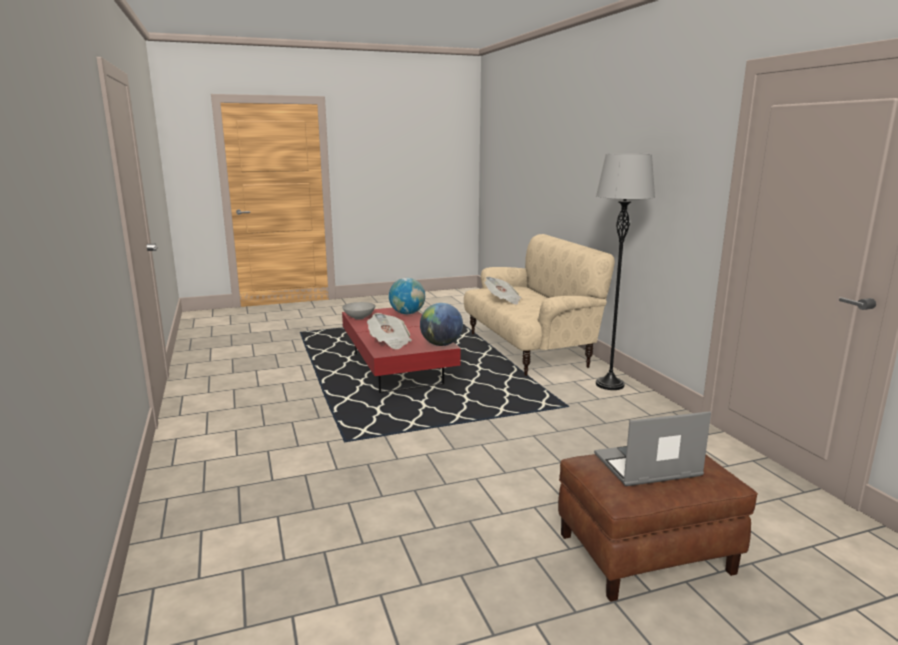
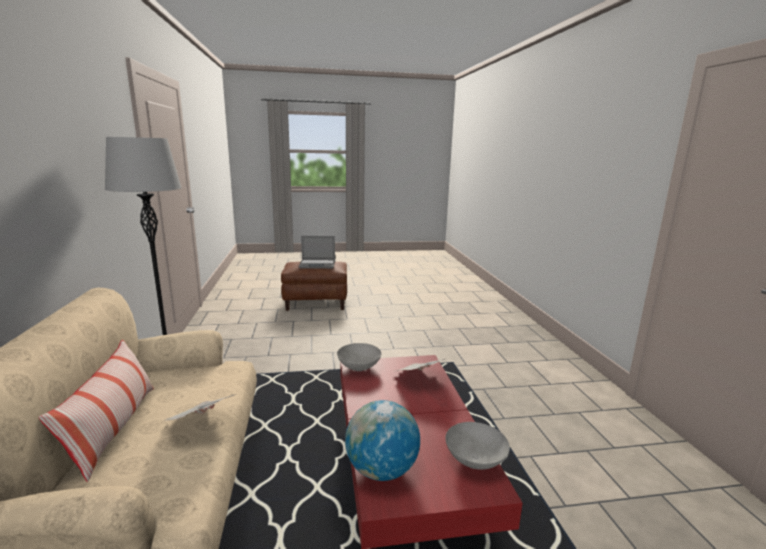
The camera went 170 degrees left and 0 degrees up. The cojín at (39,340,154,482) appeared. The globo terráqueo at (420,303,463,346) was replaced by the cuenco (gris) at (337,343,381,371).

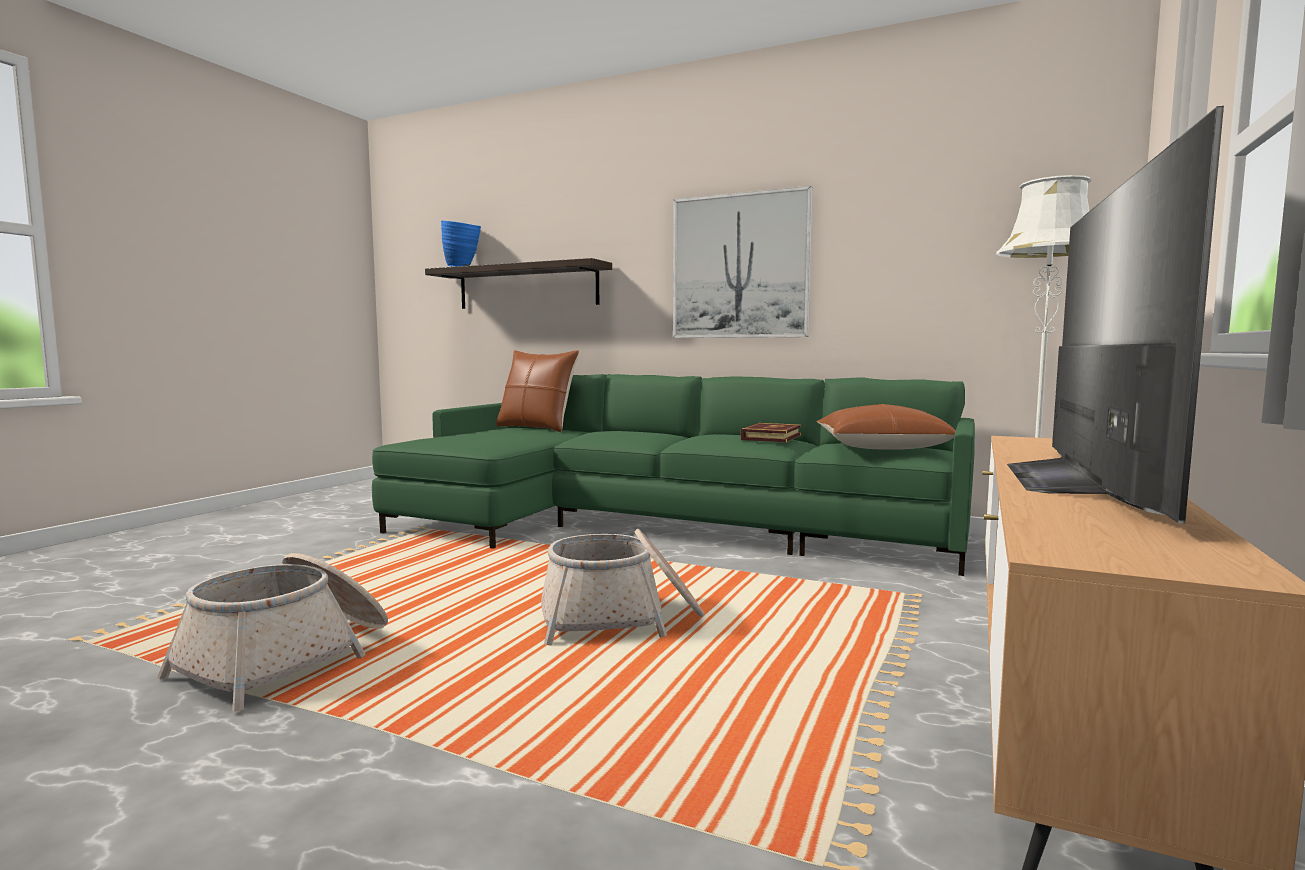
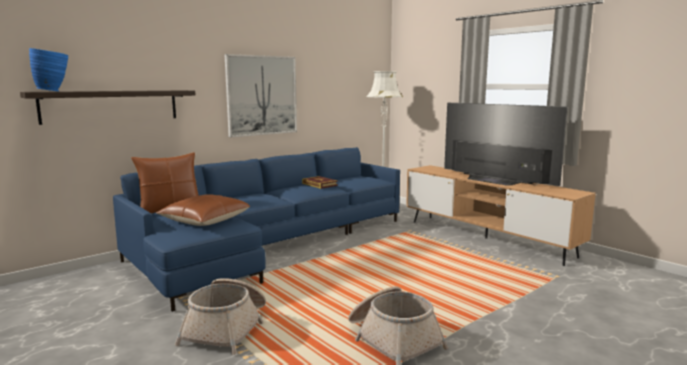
The camera went 65 degrees left and 5 degrees up. The sofá (verde) at (372,374,975,576) became the sofá (azul) at (113,147,400,312). The cojín (marrón) moved from (816,404,956,450) to (156,194,250,226). The cesta moved from (541,529,704,646) to (175,278,266,355).

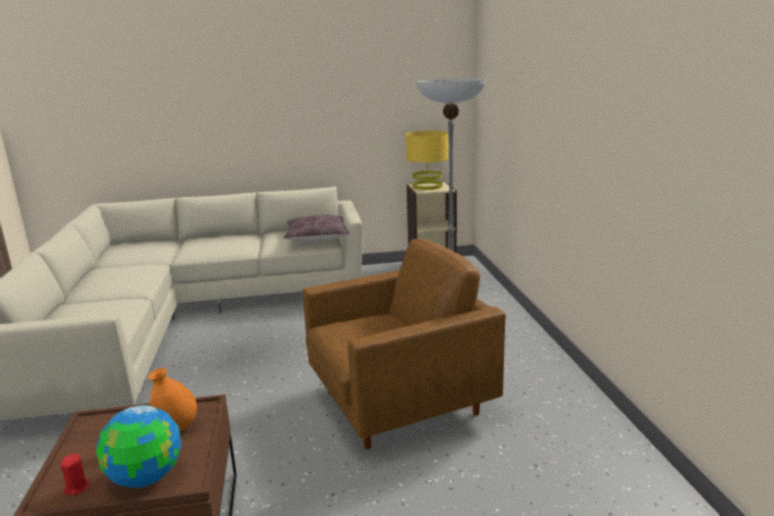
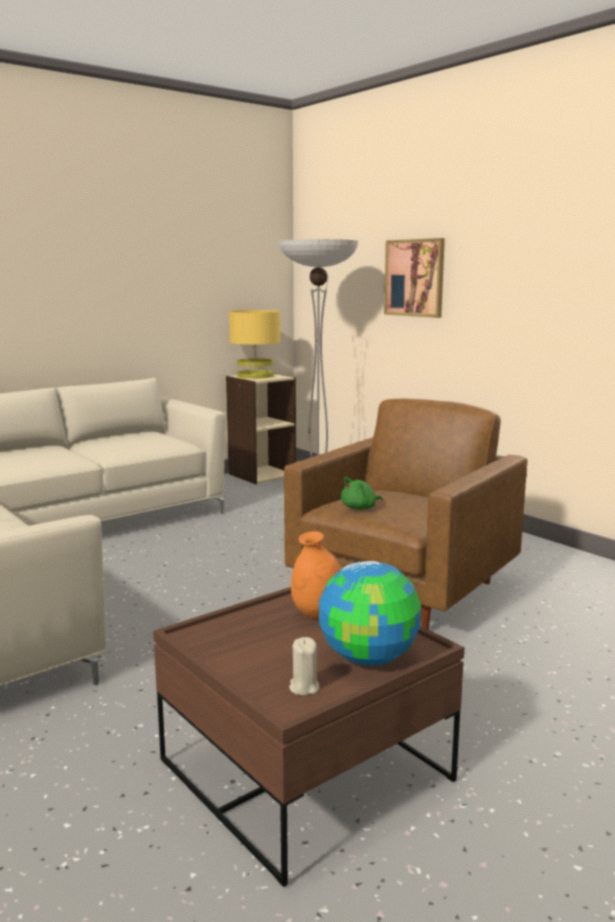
The camera went 30 degrees left and 5 degrees down. The vela (rojo) at (60,454,89,496) became the vela (beis) at (289,637,319,696). The peluche (verde) at (341,477,383,510) appeared. The cuadro at (384,238,445,318) appeared. The cojín (marrón) at (283,215,350,242) disappeared.

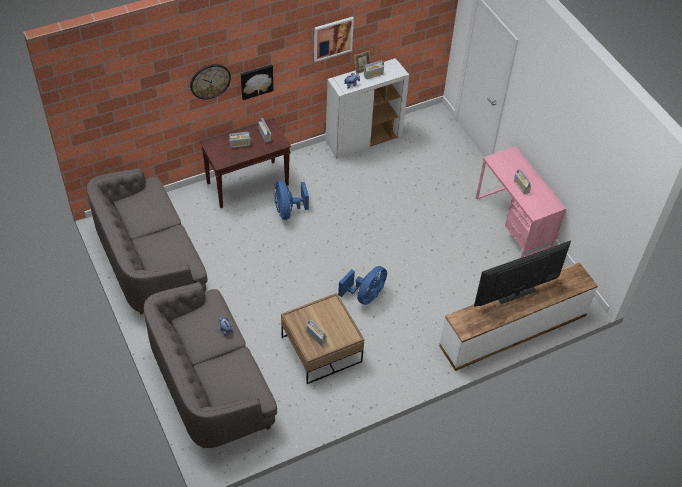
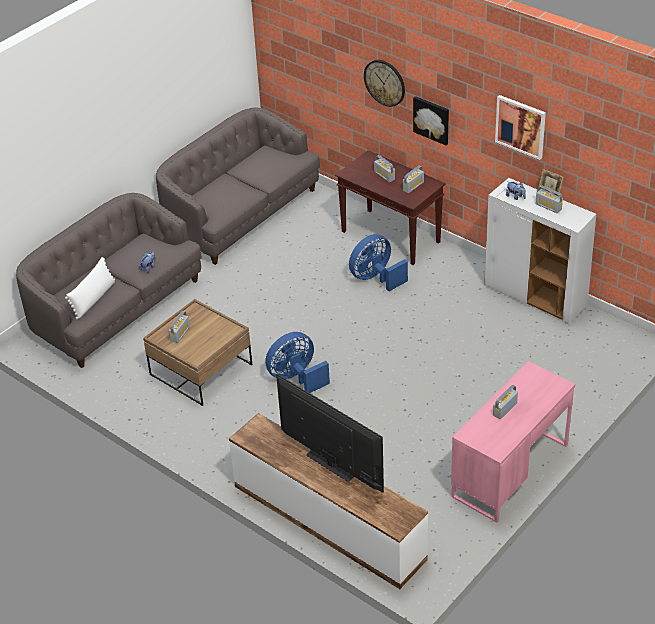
The camera went 70 degrees right and 10 degrees down. The cojín (blanco) at (65,257,115,319) appeared. The ventilador (azul) at (338,266,387,305) turned 135 degrees clockwise.

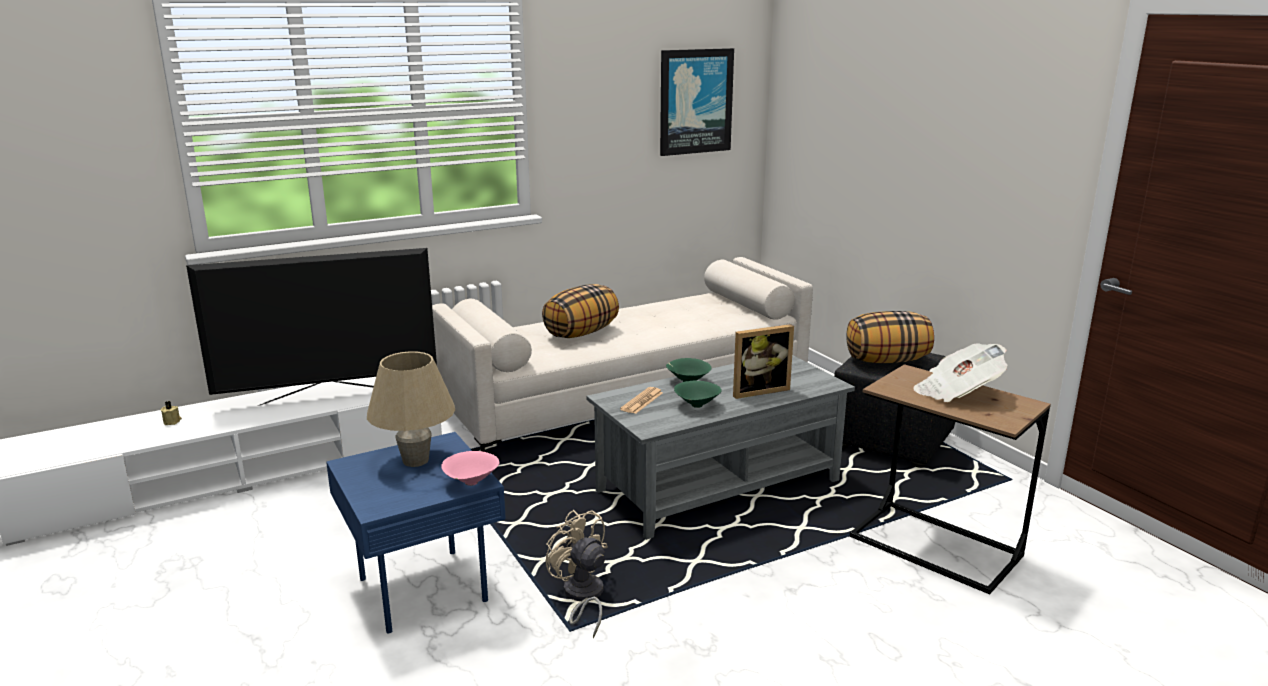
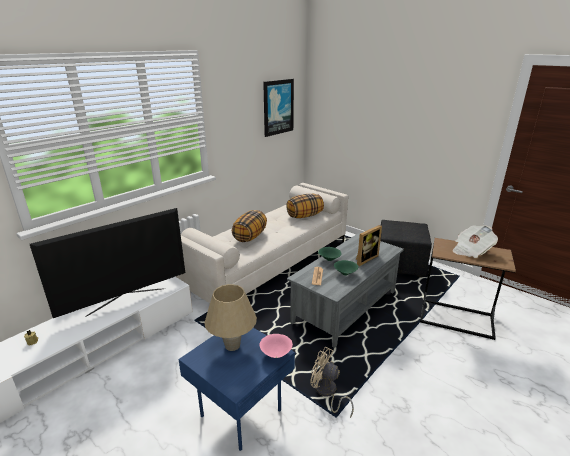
The camera went 20 degrees left and 5 degrees up. The cojín moved from (846,311,934,363) to (286,194,324,218).

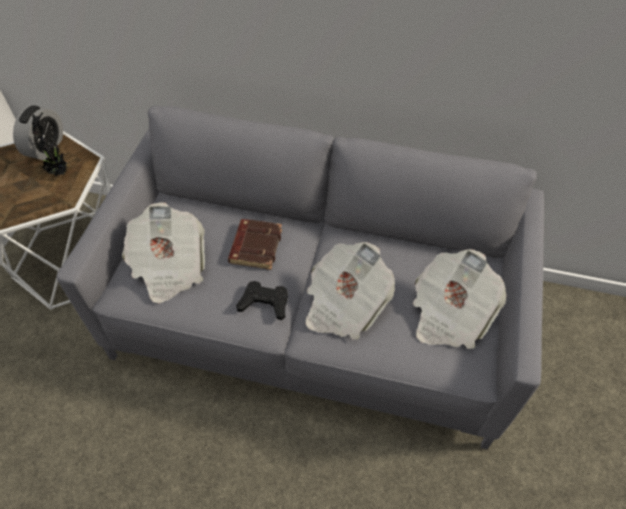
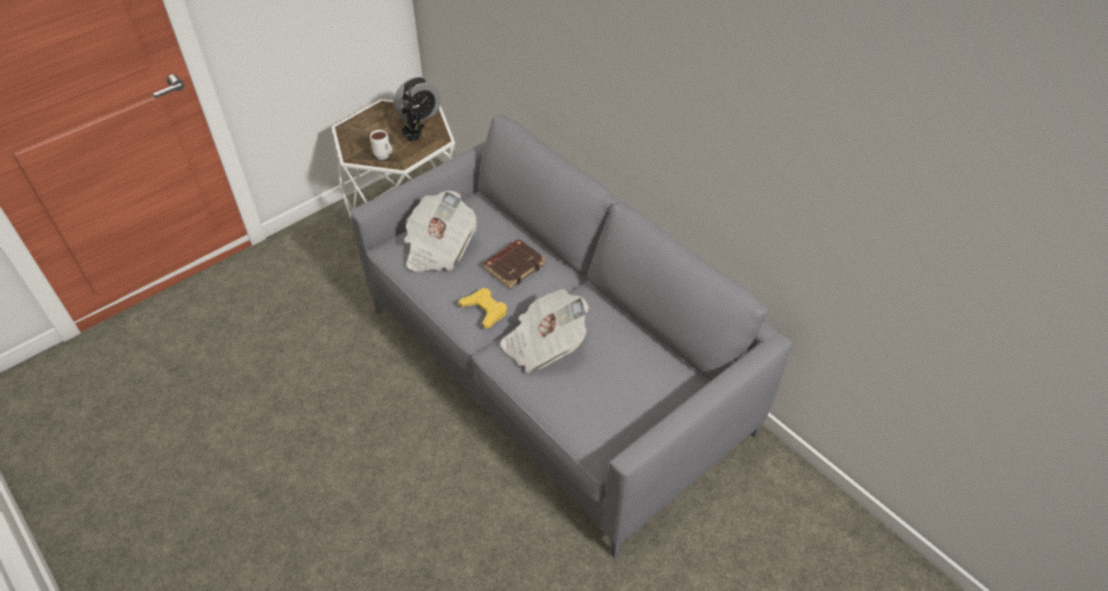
The camera went 35 degrees right and 5 degrees down. The taza grande (blanco) at (370,130,392,160) appeared. The mando de consola (negro) at (236,281,288,321) became the mando de consola (amarillo) at (458,288,507,328). The periódico at (413,249,506,349) disappeared.

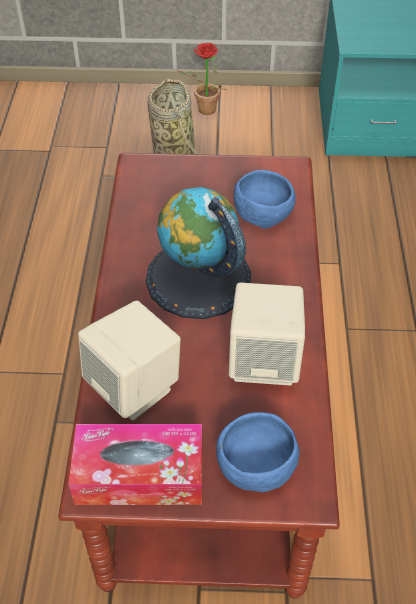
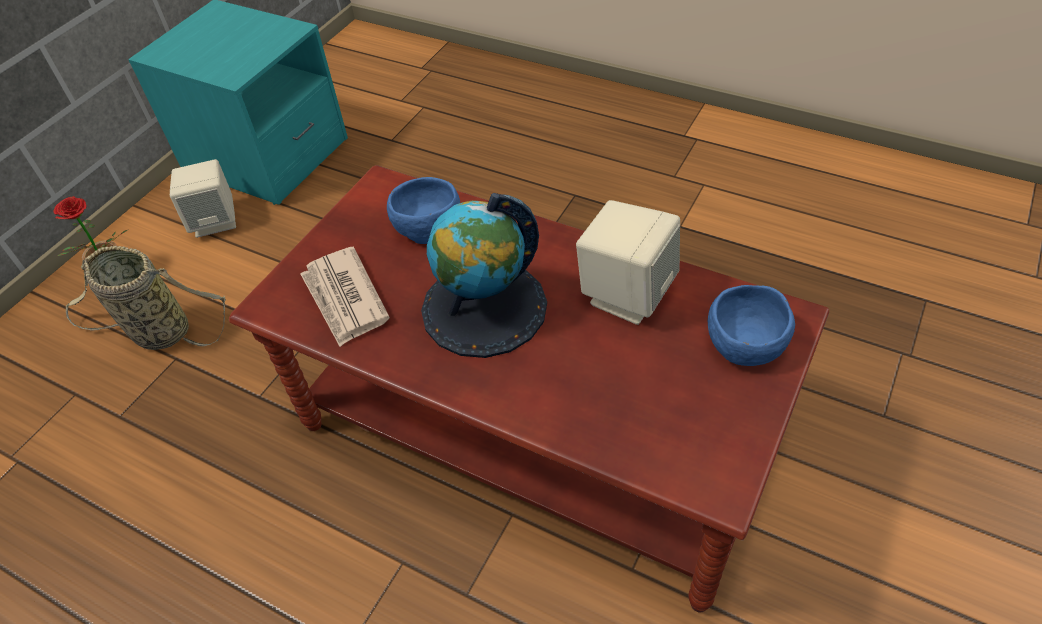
The camera went 60 degrees left and 0 degrees up. The altavoz (beis) moved from (78,300,181,421) to (170,159,236,238). The periódico at (300,247,390,347) appeared. The caja de pañuelos at (69,424,202,505) disappeared.

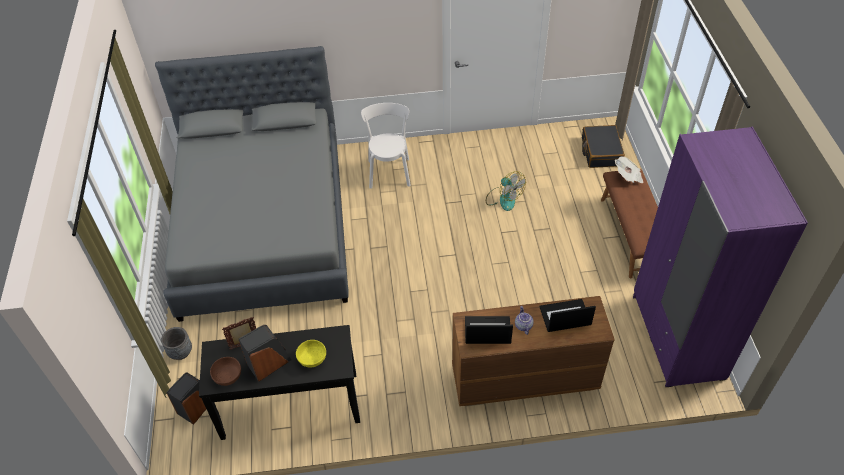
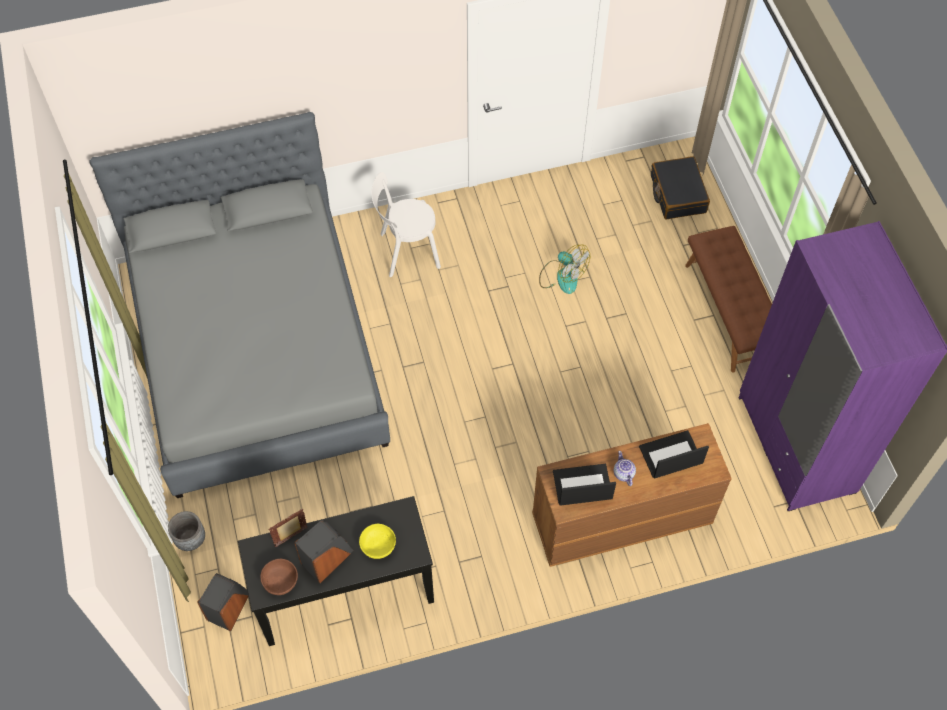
The camera went 10 degrees left and 10 degrees up. The silla (blanco) at (361,103,411,189) turned 90 degrees counterclockwise. The periódico at (615,157,644,183) disappeared.

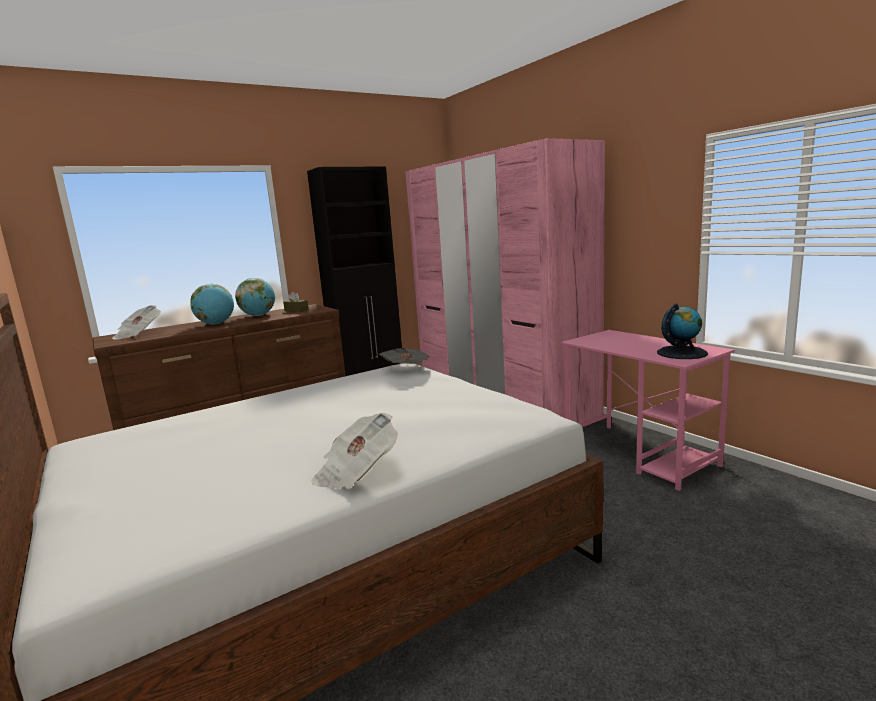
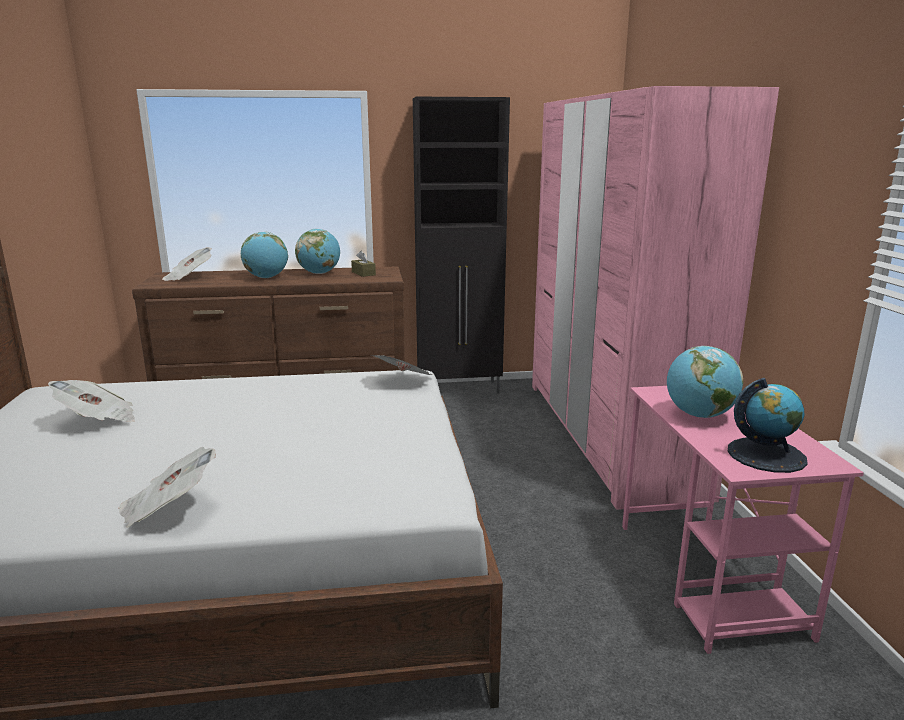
The camera went 25 degrees right and 5 degrees up. The periódico at (48,380,135,422) appeared. The globo terráqueo at (667,346,743,418) appeared.

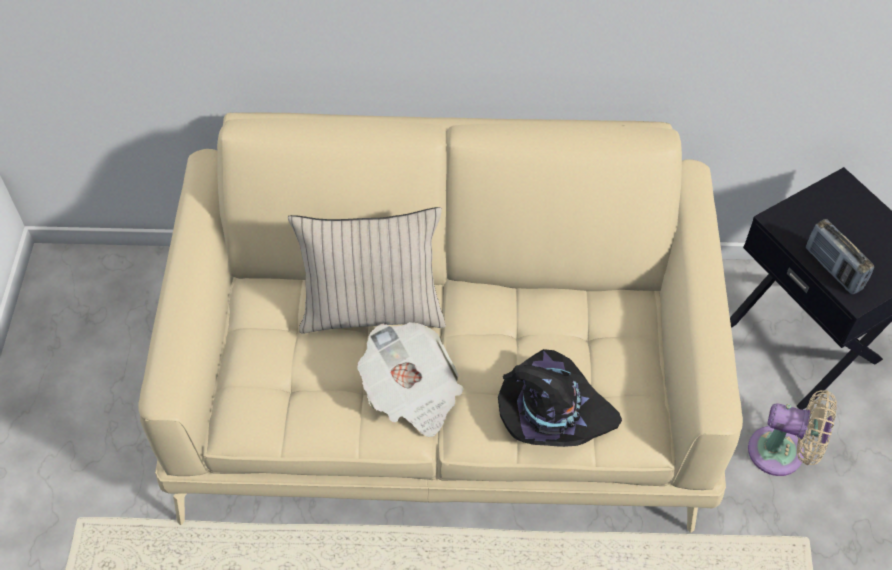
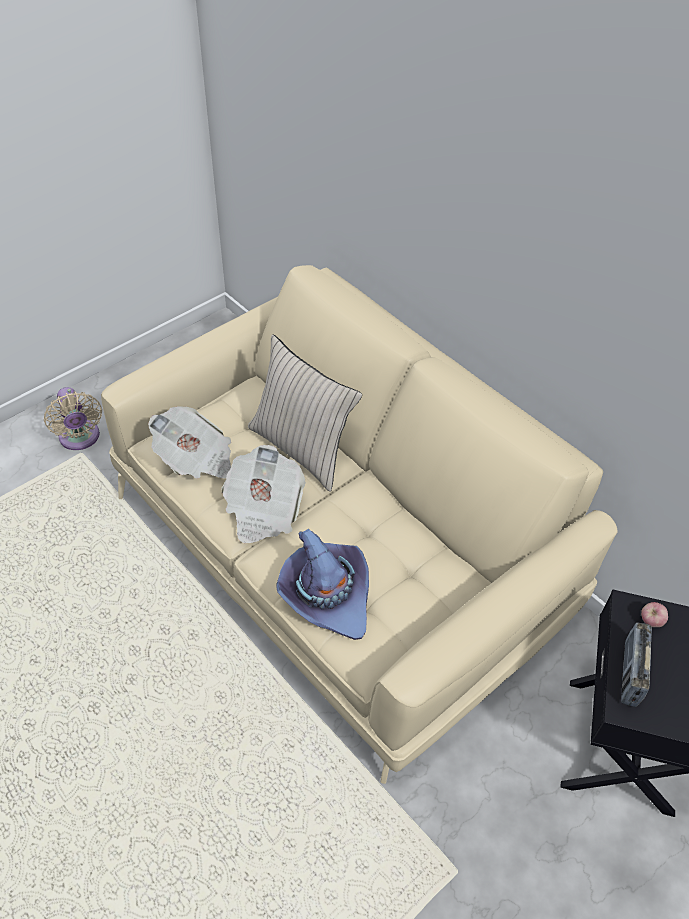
The camera went 45 degrees right and 5 degrees down. The ventilador (beis) moved from (748,390,837,476) to (44,387,102,450). The periódico at (148,406,231,479) appeared. The sombrero (negro) at (498,349,622,447) became the sombrero (morado) at (277,529,369,640). The manzana at (641,602,668,627) appeared.

